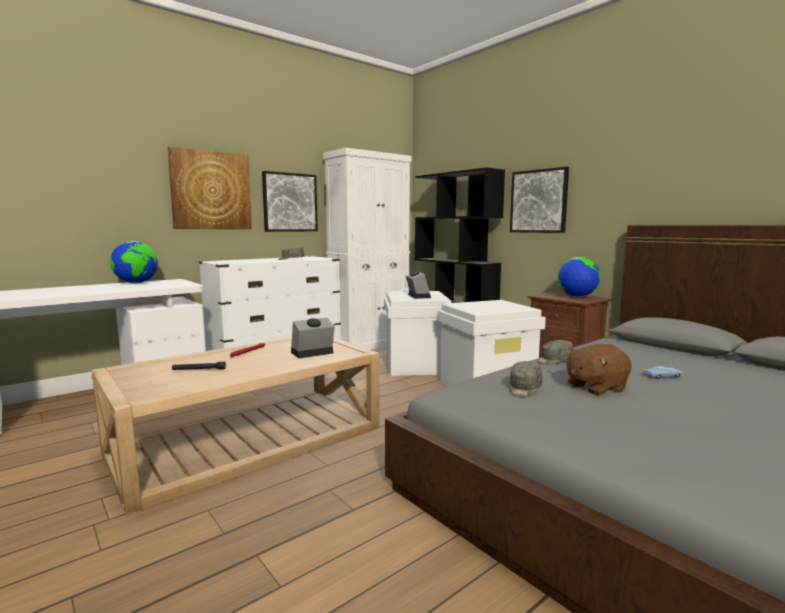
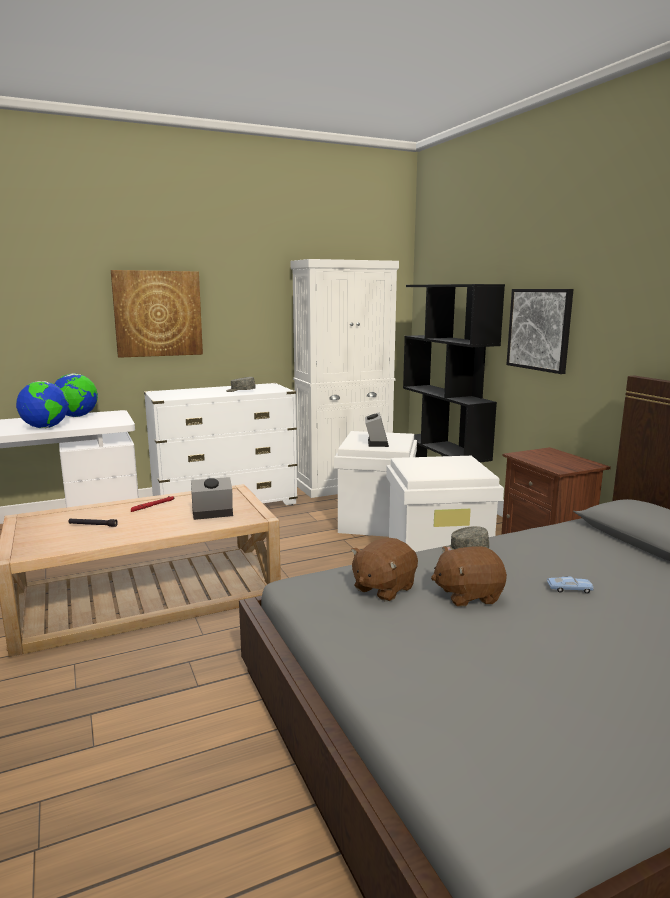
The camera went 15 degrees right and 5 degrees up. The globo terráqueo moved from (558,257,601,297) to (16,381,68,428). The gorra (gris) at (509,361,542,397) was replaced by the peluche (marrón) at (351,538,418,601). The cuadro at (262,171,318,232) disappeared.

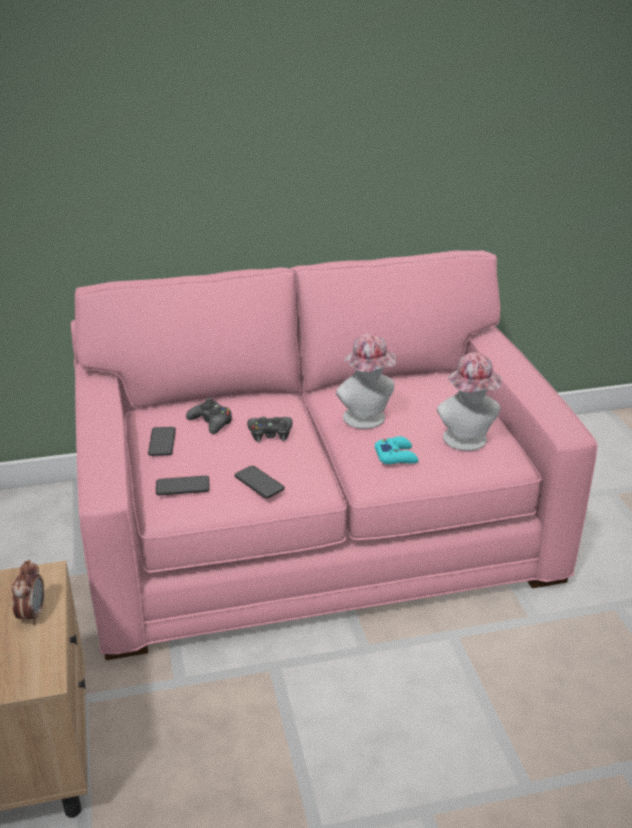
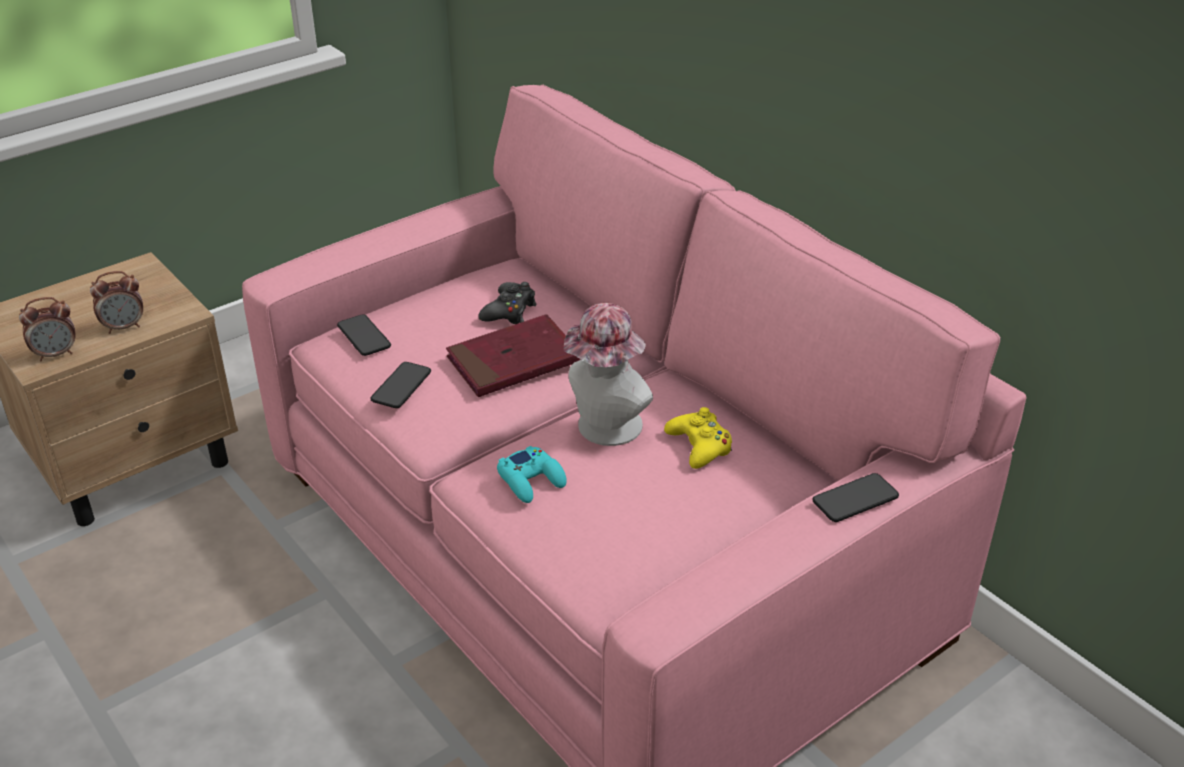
The camera went 65 degrees right and 5 degrees up. The despertador at (19,297,76,361) appeared. The mando de consola (negro) at (247,417,293,442) was replaced by the libro (rojo) at (446,314,581,397). The mando de consola (amarillo) at (664,407,732,469) appeared. The móvil moved from (148,427,176,456) to (812,473,899,522). The sombrero at (437,352,502,451) disappeared.

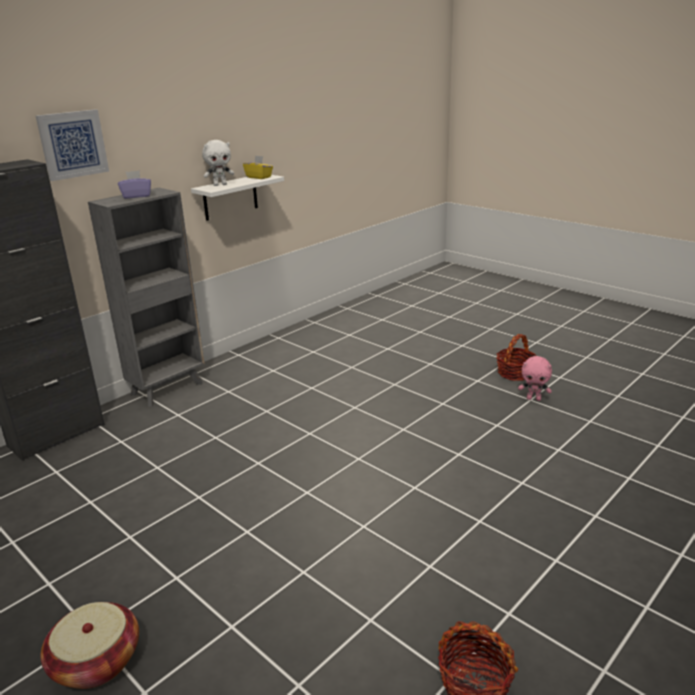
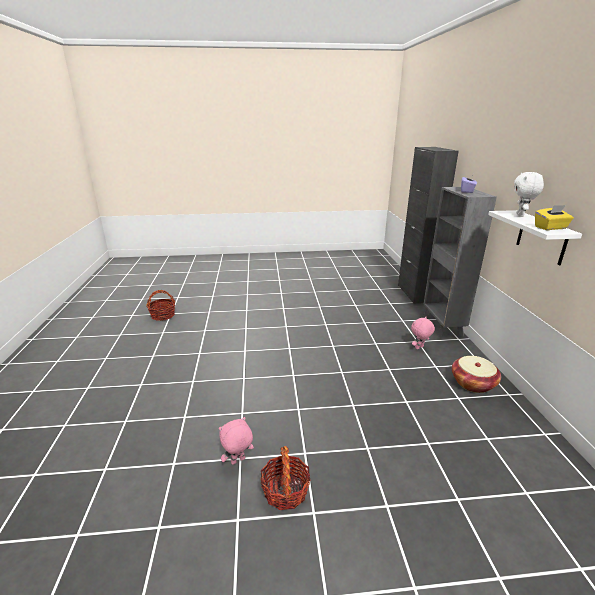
The camera went 130 degrees right and 0 degrees up. The peluche (rosa) at (411,317,435,349) appeared. The cesta moved from (41,602,139,689) to (452,356,501,393). The cuadro at (36,109,109,181) disappeared.

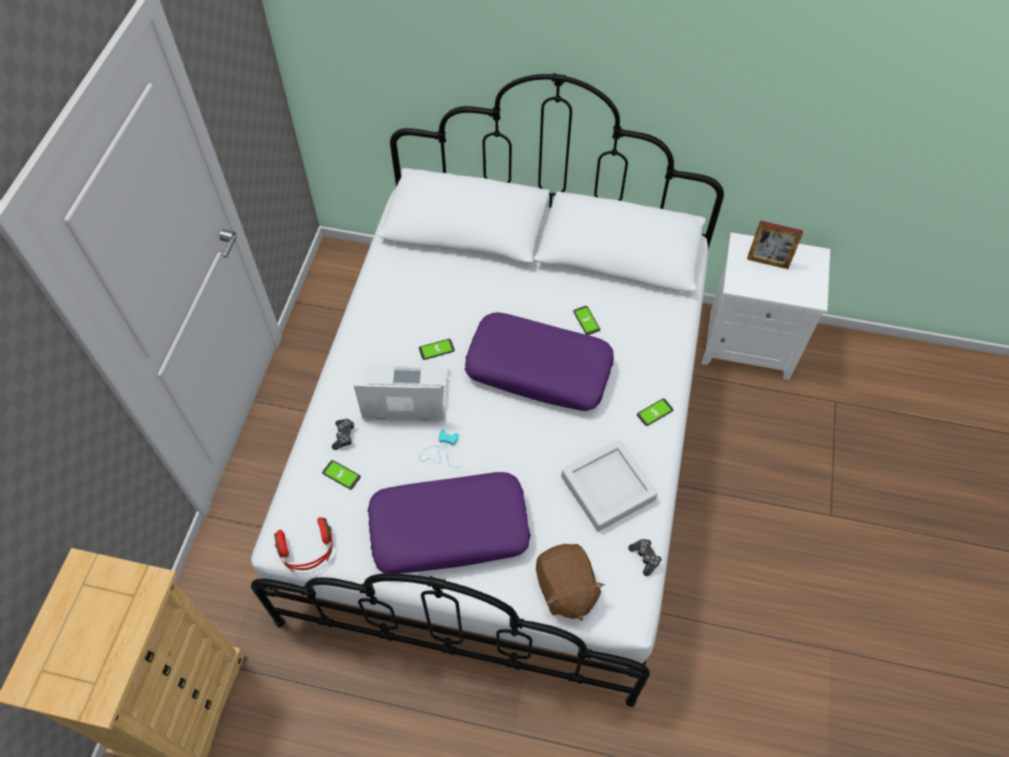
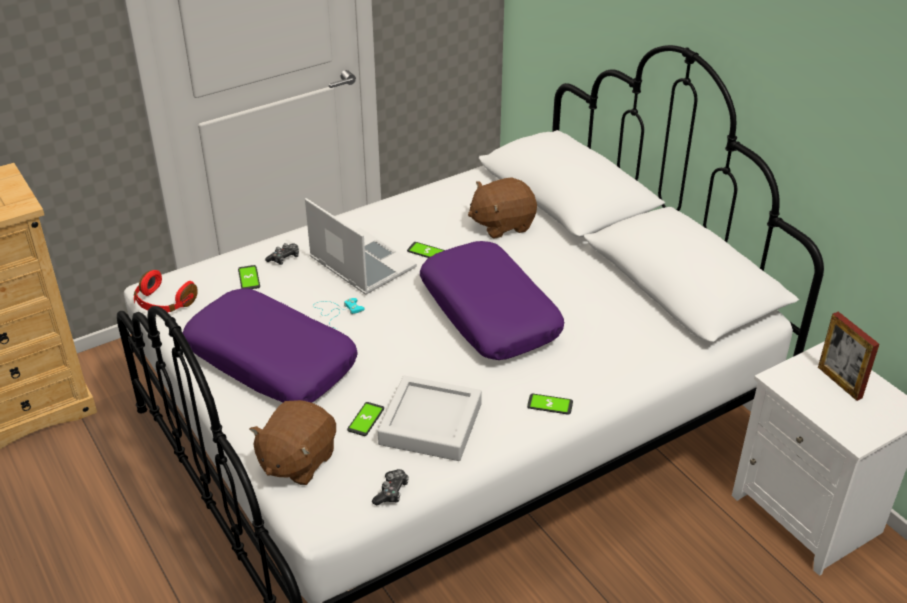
The camera went 45 degrees right and 20 degrees down. The móvil moved from (573,306,600,335) to (347,402,384,436). The peluche (marrón) at (468,177,537,239) appeared.

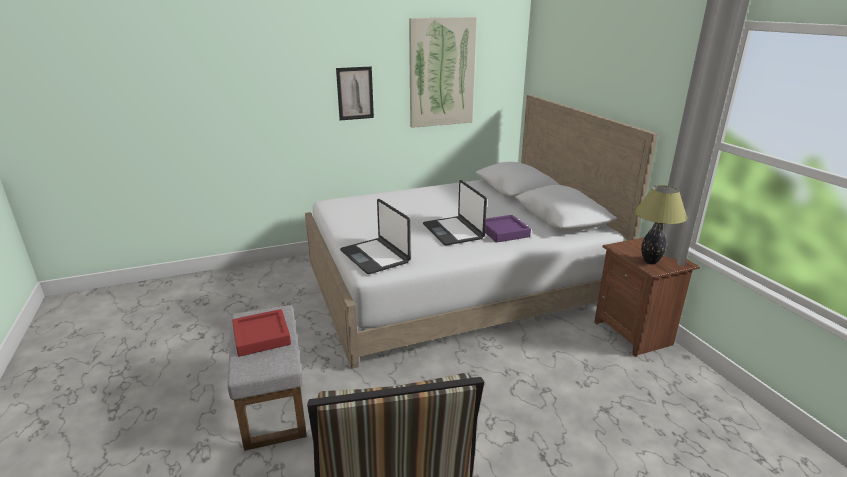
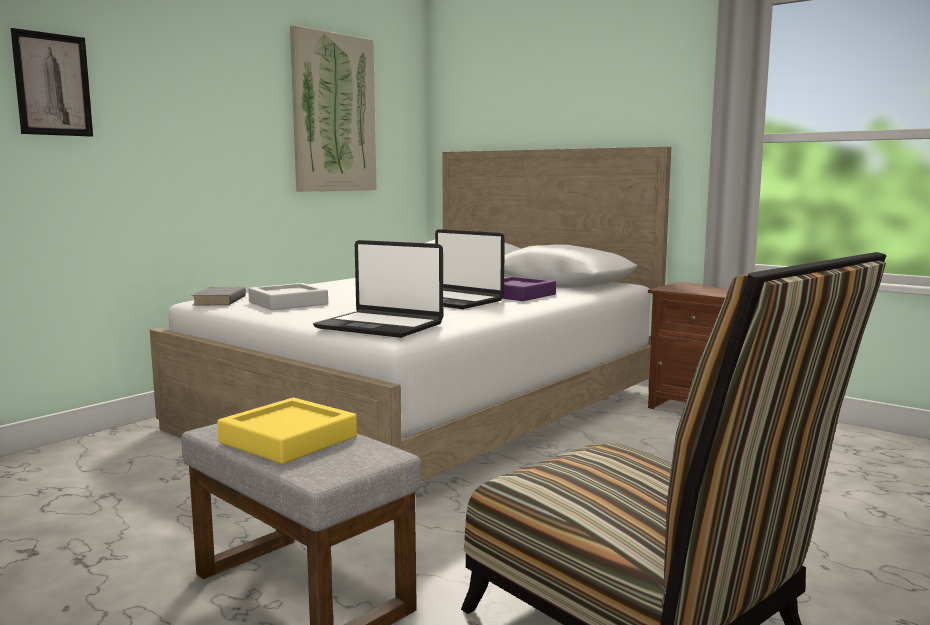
The camera went 30 degrees left and 15 degrees down. The cuadro moved from (336,67,374,120) to (11,28,93,137). The libro (gris) at (191,287,246,305) appeared. The bandeja (rojo) at (232,309,291,357) became the bandeja (amarillo) at (217,398,357,464). The bandeja (gris) at (248,283,328,310) appeared. The lámpara de mesa at (635,185,687,264) disappeared.

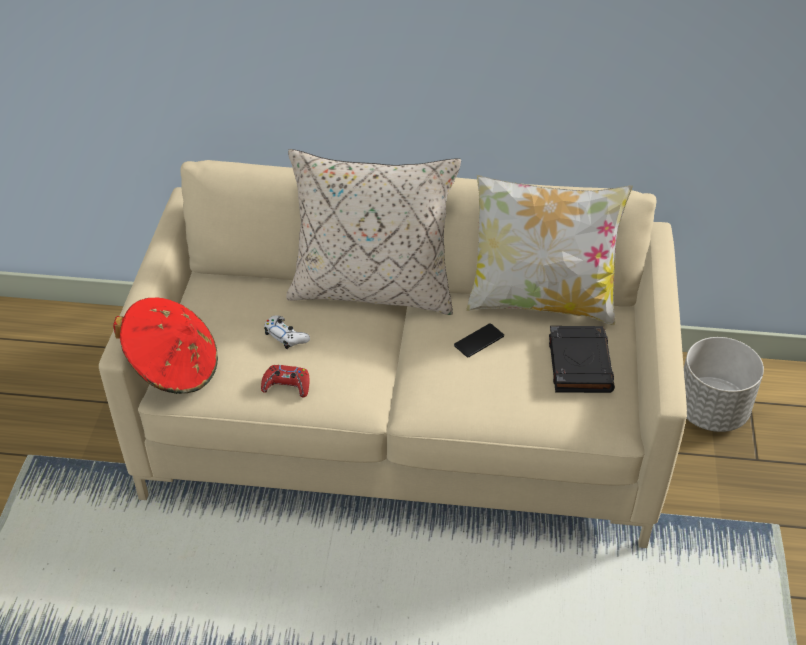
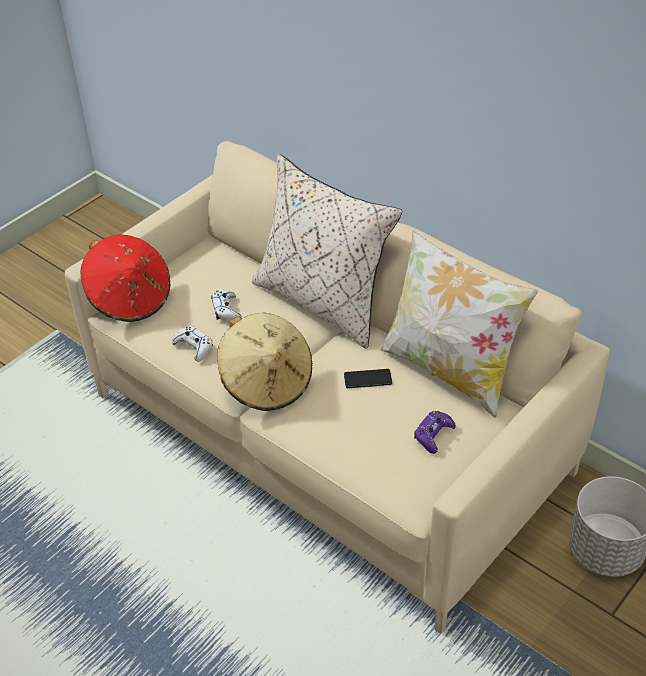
The camera went 35 degrees right and 0 degrees up. The mando de consola (rojo) at (261,365,310,397) became the mando de consola (blanco) at (172,326,213,362). The sombrero (beis) at (217,313,312,411) appeared. The libro (negro) at (549,326,615,393) was replaced by the mando de consola (morado) at (414,411,456,454).

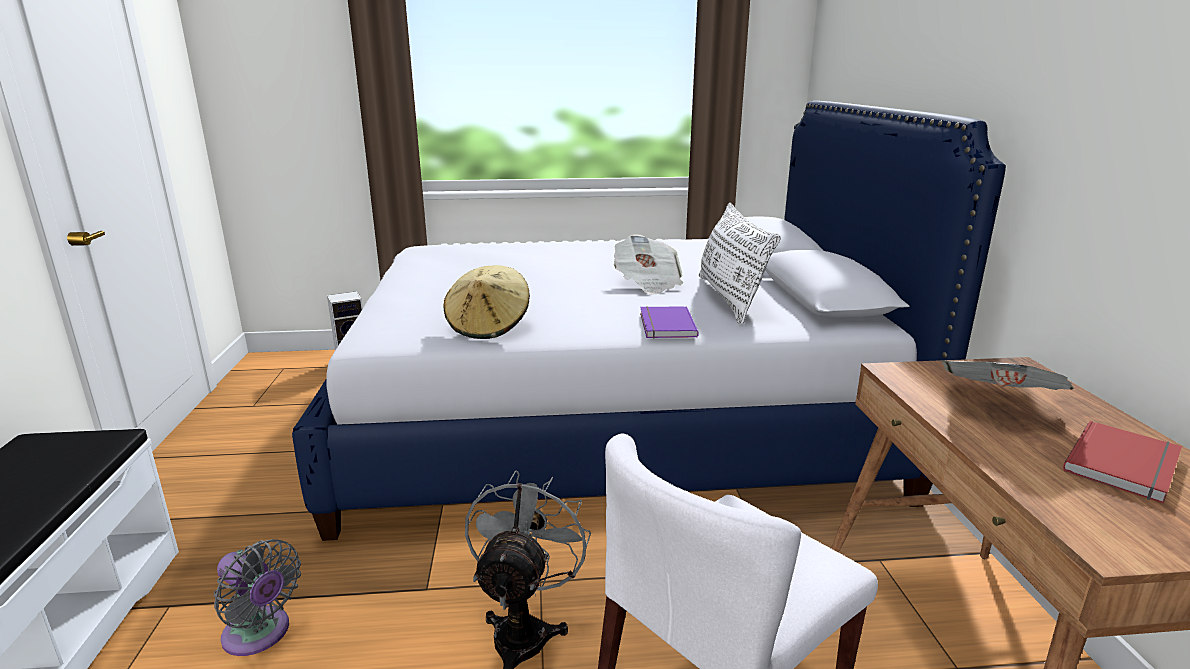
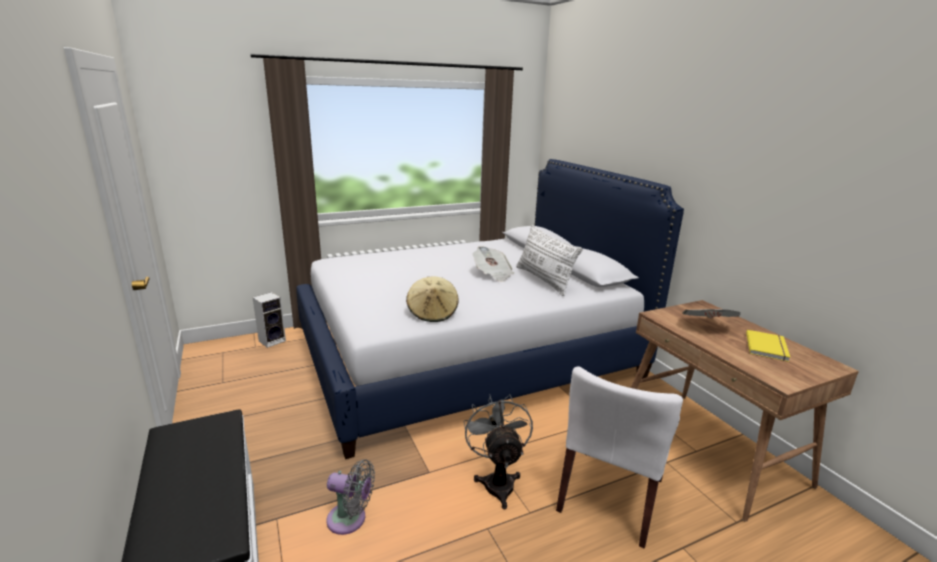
The camera went 20 degrees left and 0 degrees up. The libro (rojo) at (1063,421,1182,504) became the libro (amarillo) at (746,330,791,362). The libro (morado) at (640,306,699,338) disappeared.

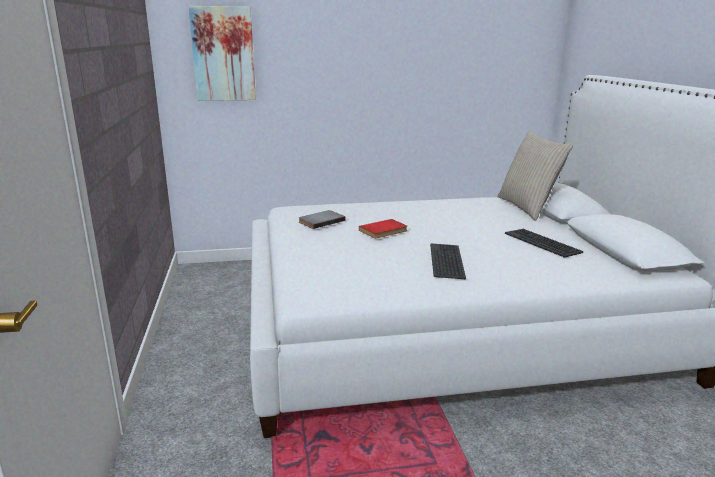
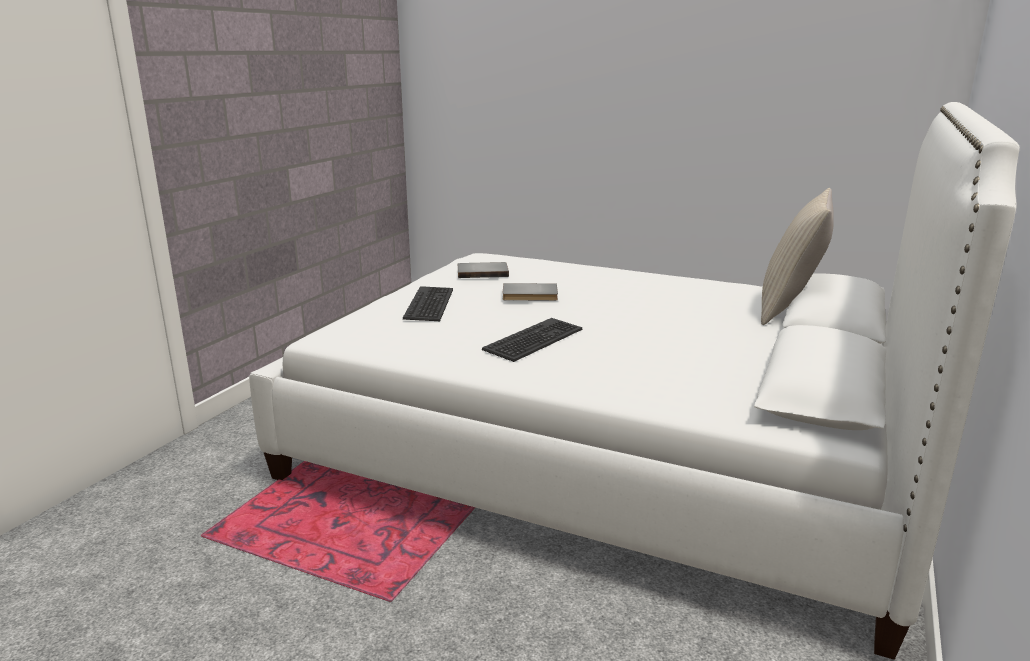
The camera went 35 degrees right and 0 degrees up. The teclado moved from (505,229,583,258) to (403,286,453,321). The libro (rojo) at (359,219,407,238) became the libro (gris) at (503,283,558,301). The cuadro at (189,6,256,101) disappeared.

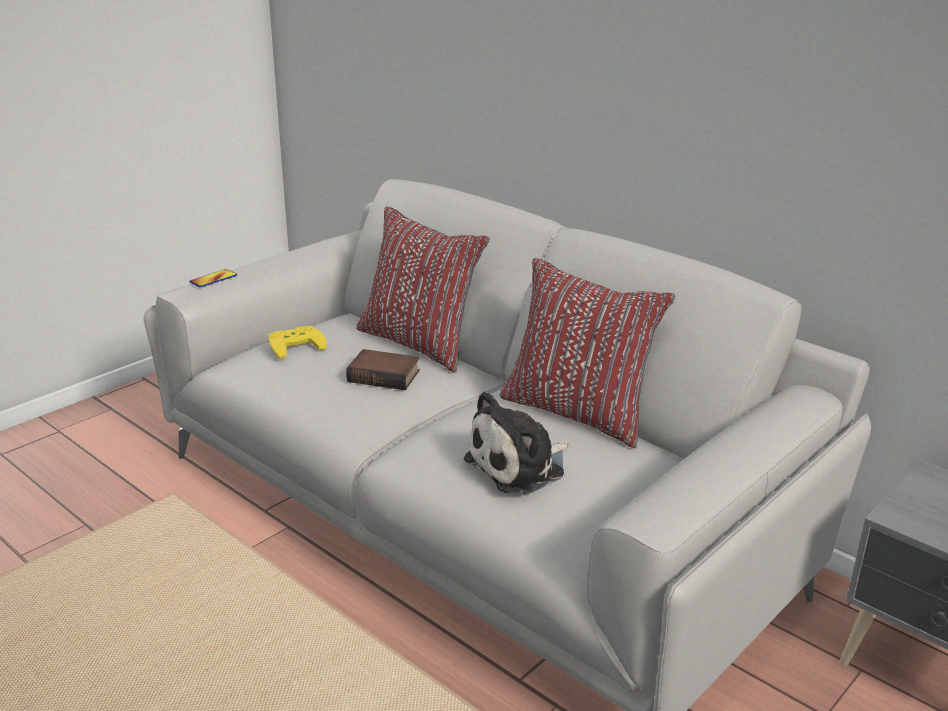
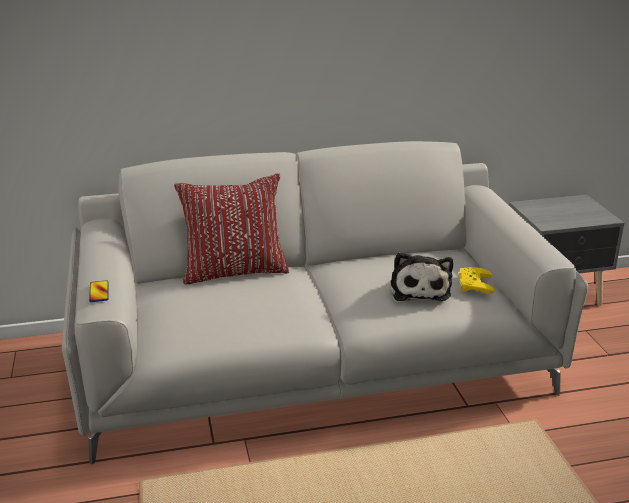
The camera went 55 degrees left and 0 degrees up. The mando de consola (amarillo) moved from (269,326,327,359) to (459,267,494,294). The libro at (346,349,420,390) disappeared. The cojín (rojo) at (500,258,675,448) disappeared.

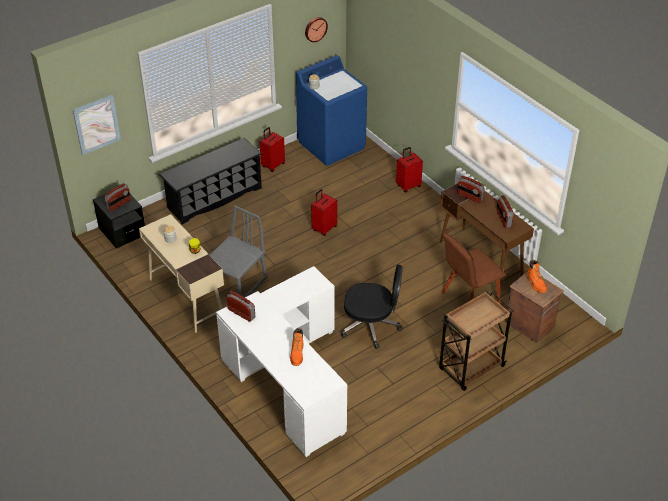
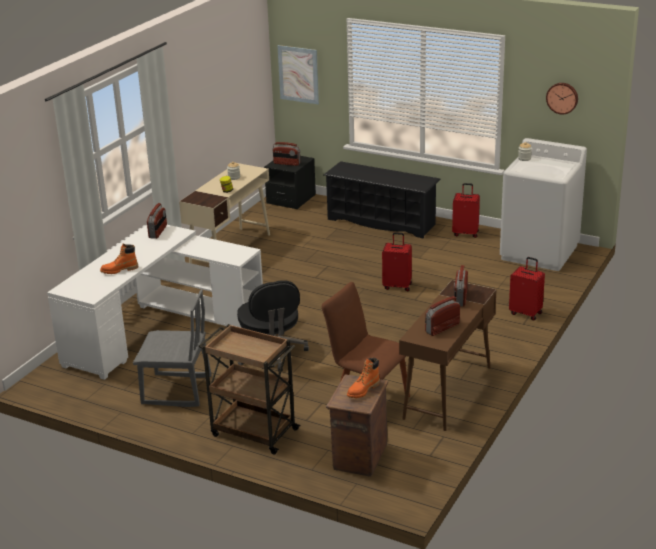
The camera went 65 degrees right and 15 degrees down. The silla (gris) moved from (210,205,267,298) to (133,290,212,407). The lavadora (azul) at (296,55,367,166) became the lavadora (blanco) at (500,138,587,271).

